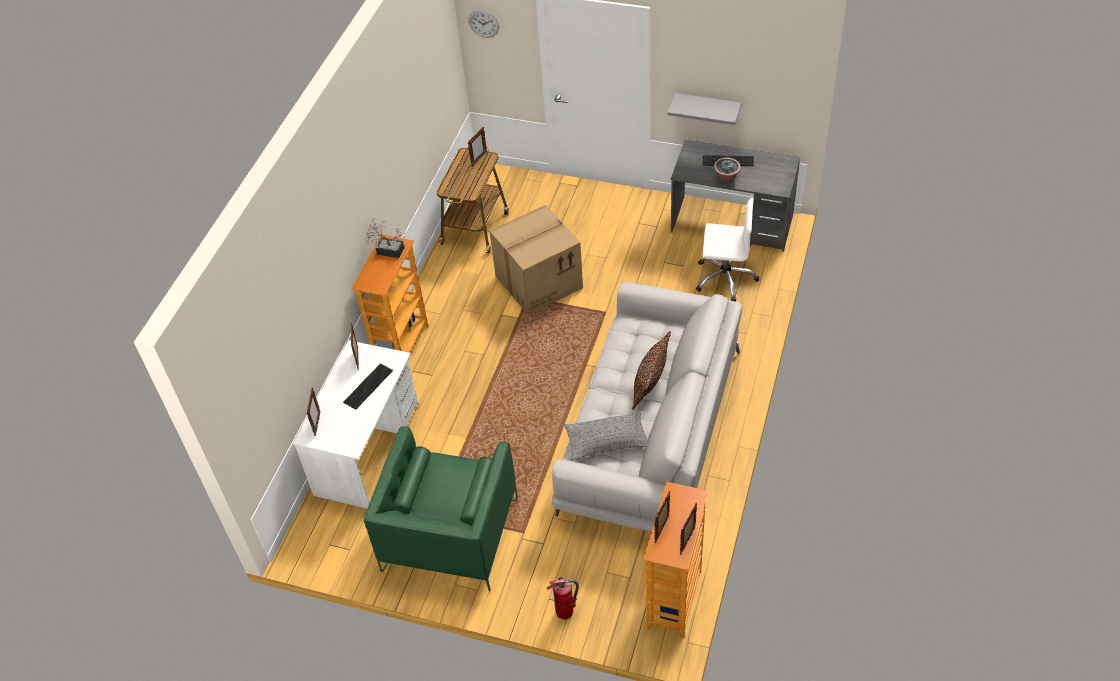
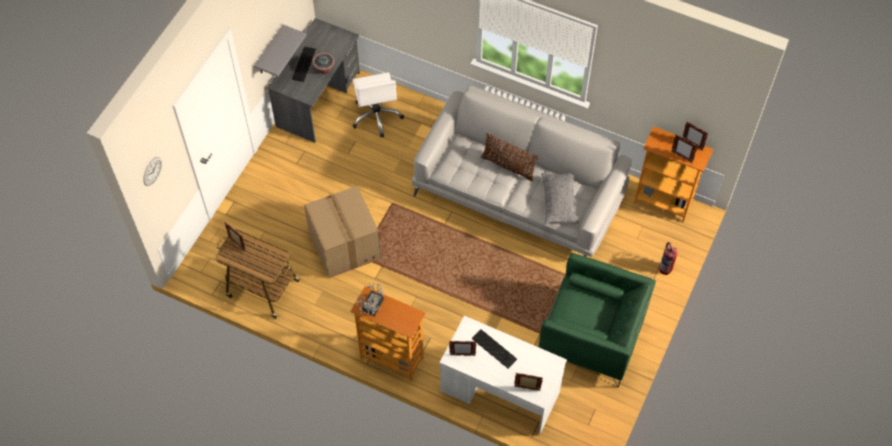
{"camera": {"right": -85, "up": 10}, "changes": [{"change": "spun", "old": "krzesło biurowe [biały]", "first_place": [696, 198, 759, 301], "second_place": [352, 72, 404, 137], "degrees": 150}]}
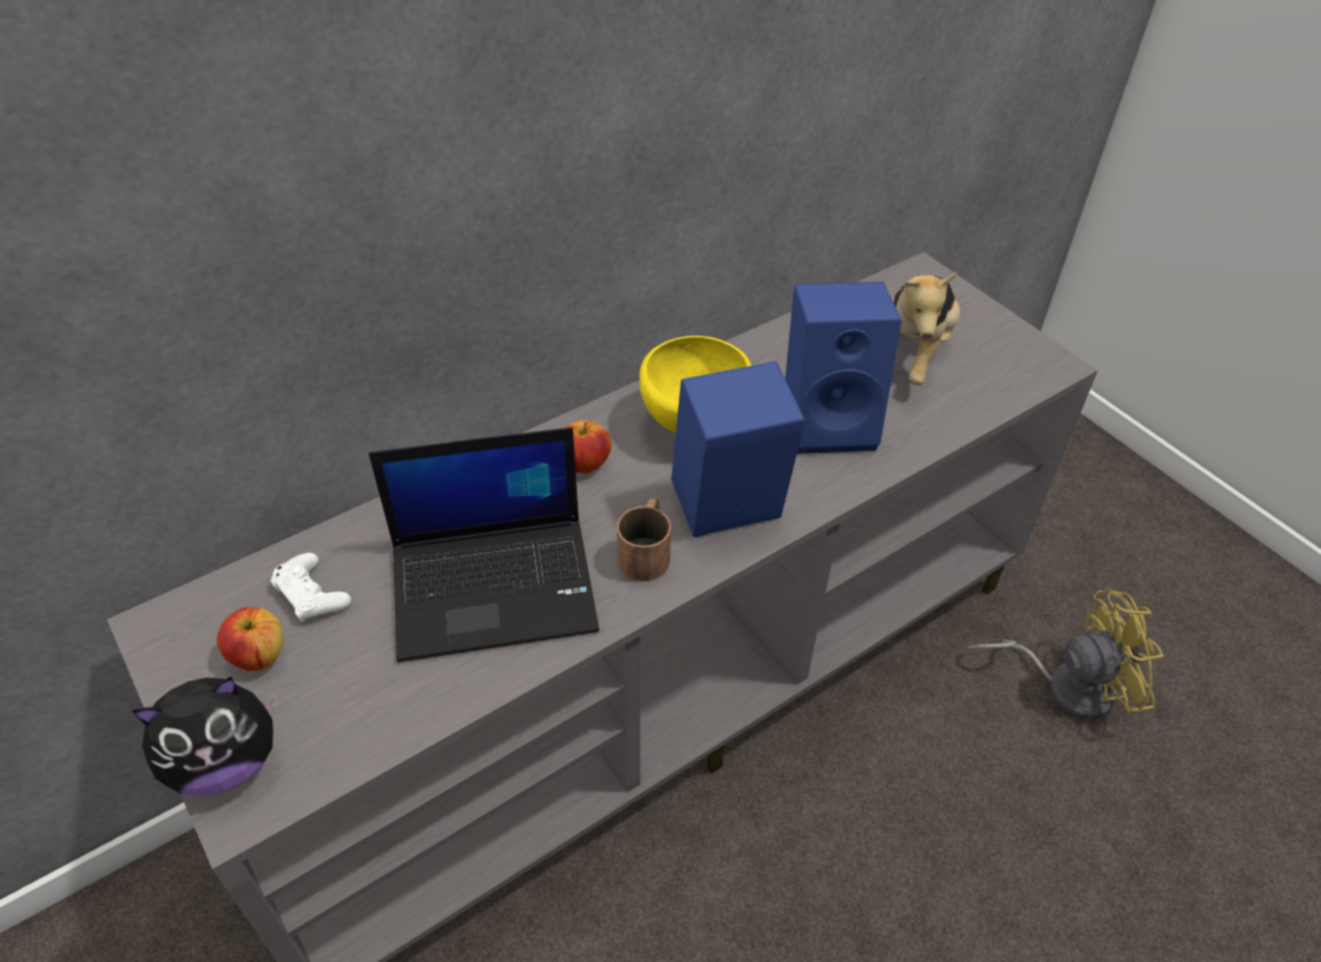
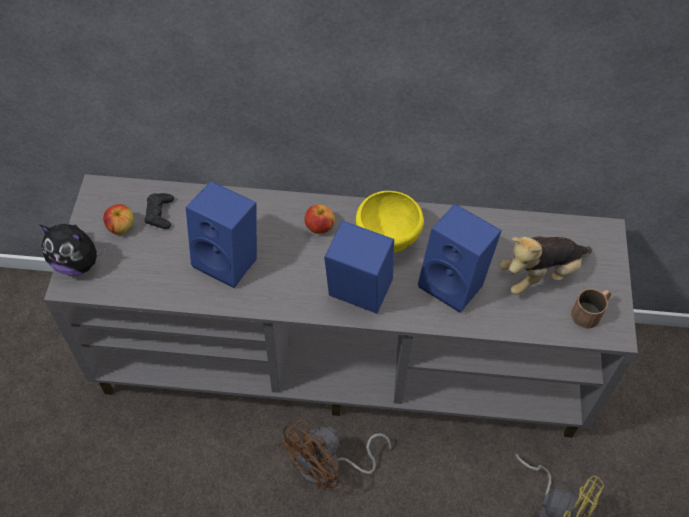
{"camera": {"right": 40, "up": 10}, "changes": [{"change": "colour", "old": "pad do gier [biały]", "new": "pad do gier [czarny]", "first_place": [270, 553, 351, 622], "second_place": [144, 193, 174, 229]}, {"change": "exchanged", "old": "laptop", "new": "głośnik [niebieski]", "first_place": [369, 427, 599, 662], "second_place": [186, 181, 257, 288]}, {"change": "relocated", "old": "kubek [brązowy]", "first_place": [617, 498, 671, 581], "second_place": [571, 289, 611, 328]}, {"change": "appeared", "new": "wentylator [brązowy]", "second_place": [278, 420, 391, 489]}]}
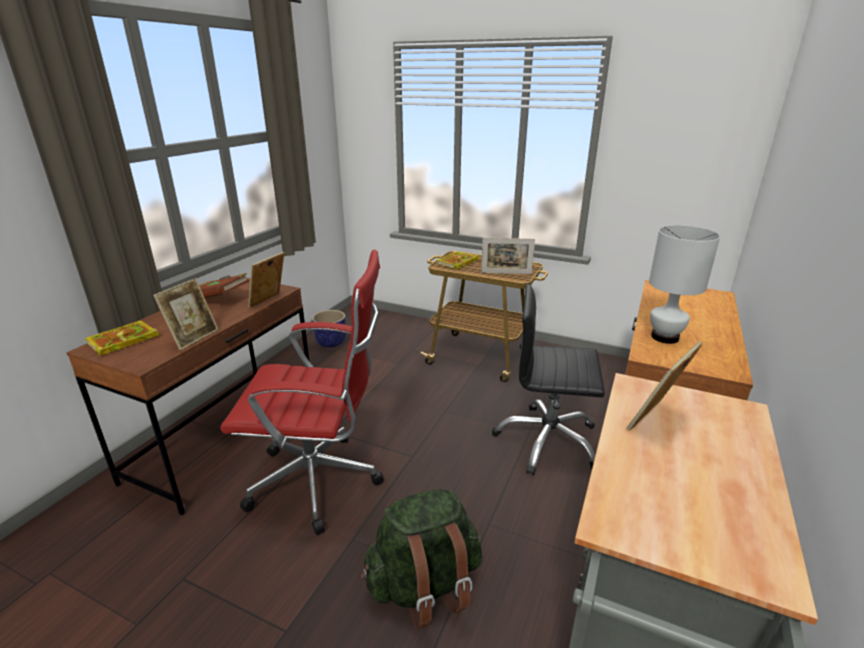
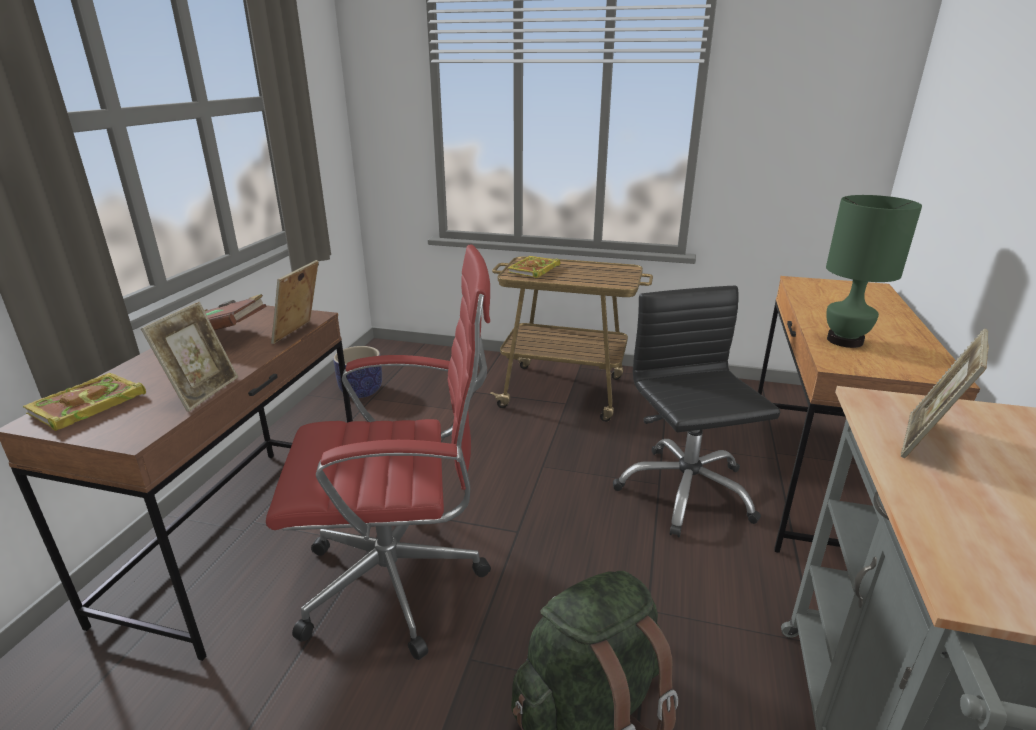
{"camera": {"right": -10, "up": 0}, "changes": [{"change": "missing", "old": "ramka na zdjęcie", "first_place": [481, 238, 535, 274]}, {"change": "spun", "old": "krzesło biurowe [czarny]", "first_place": [492, 284, 605, 475], "second_place": [613, 286, 780, 537], "degrees": 75}, {"change": "colour", "old": "lampa stołowa [biały]", "new": "lampa stołowa [zielony]", "first_place": [649, 226, 720, 344], "second_place": [826, 195, 922, 348]}]}
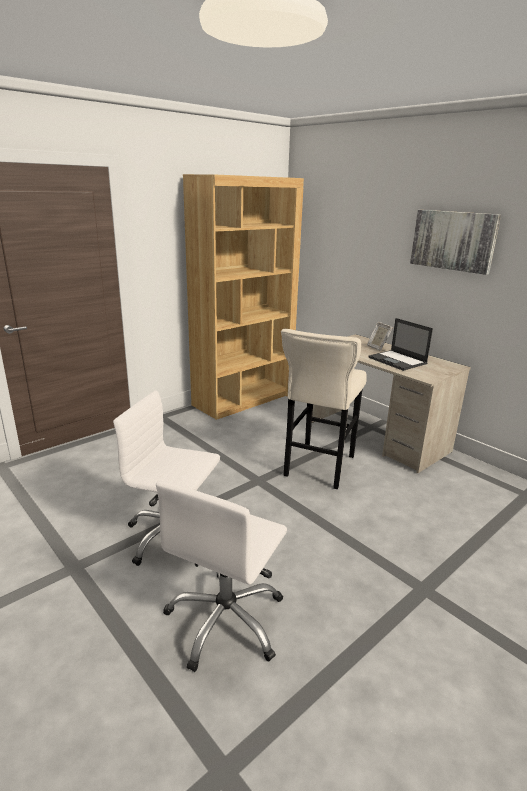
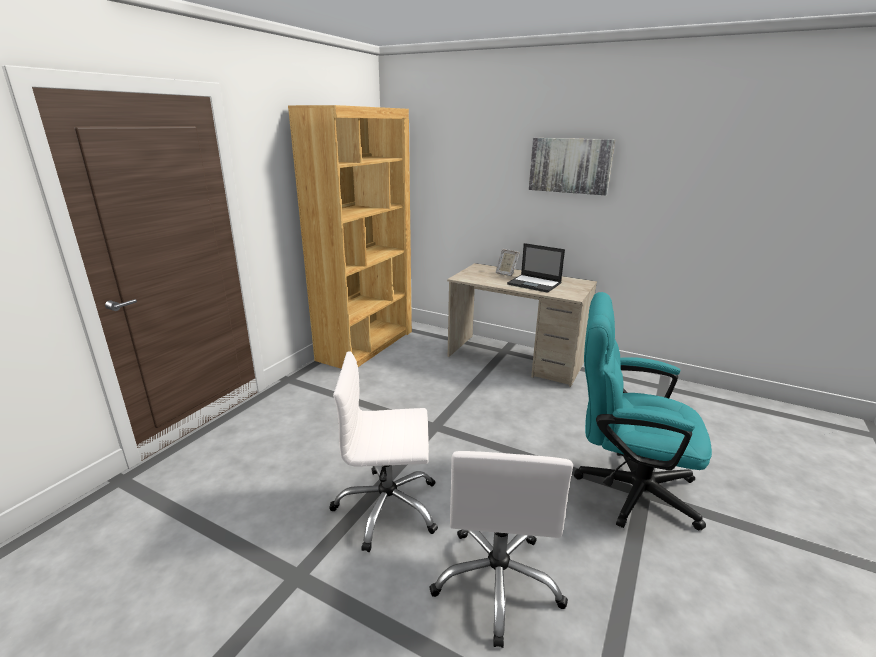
{"camera": {"right": -20, "up": 0}, "changes": [{"change": "missing", "old": "stołek [beżowy]", "first_place": [281, 329, 367, 489]}, {"change": "appeared", "new": "krzesło biurowe [turkusowy]", "second_place": [574, 292, 712, 531]}]}
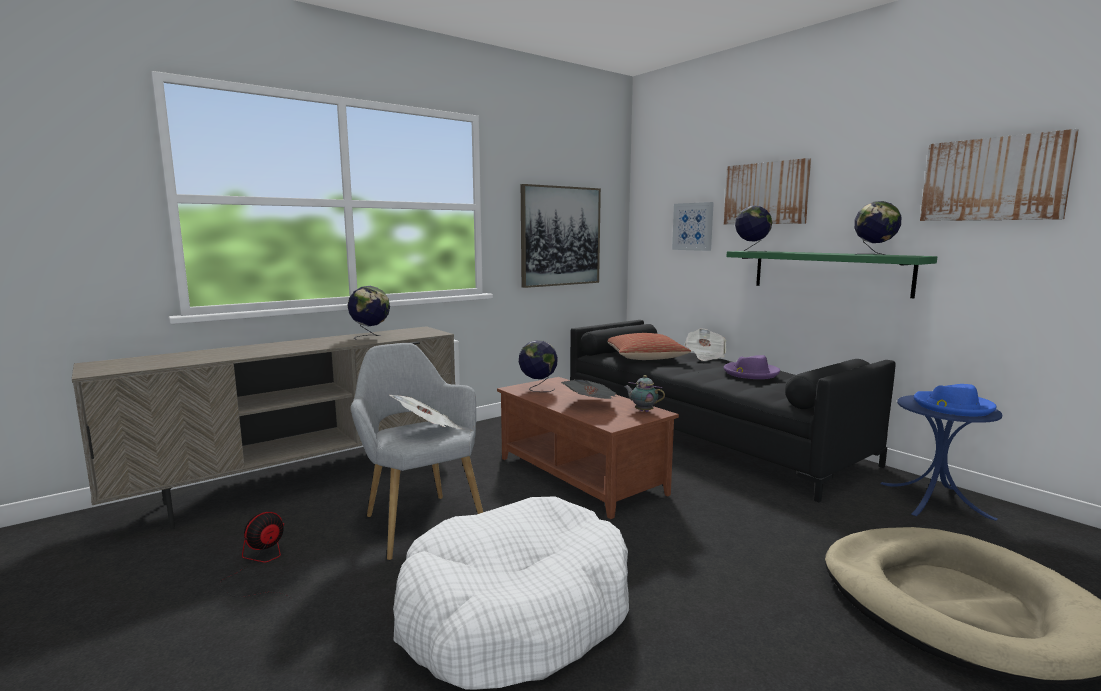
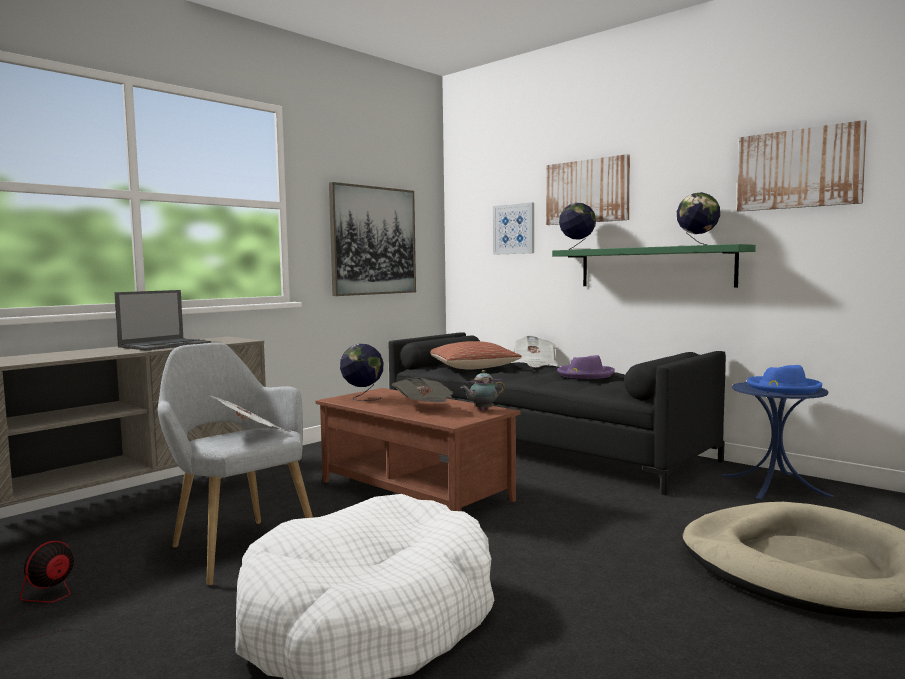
{"camera": {"right": -10, "up": -5}, "changes": [{"change": "exchanged", "old": "globus", "new": "laptop", "first_place": [347, 286, 390, 340], "second_place": [114, 290, 211, 350]}, {"change": "spun", "old": "imbryk", "first_place": [624, 375, 665, 412], "second_place": [460, 370, 505, 410], "degrees": -45}]}
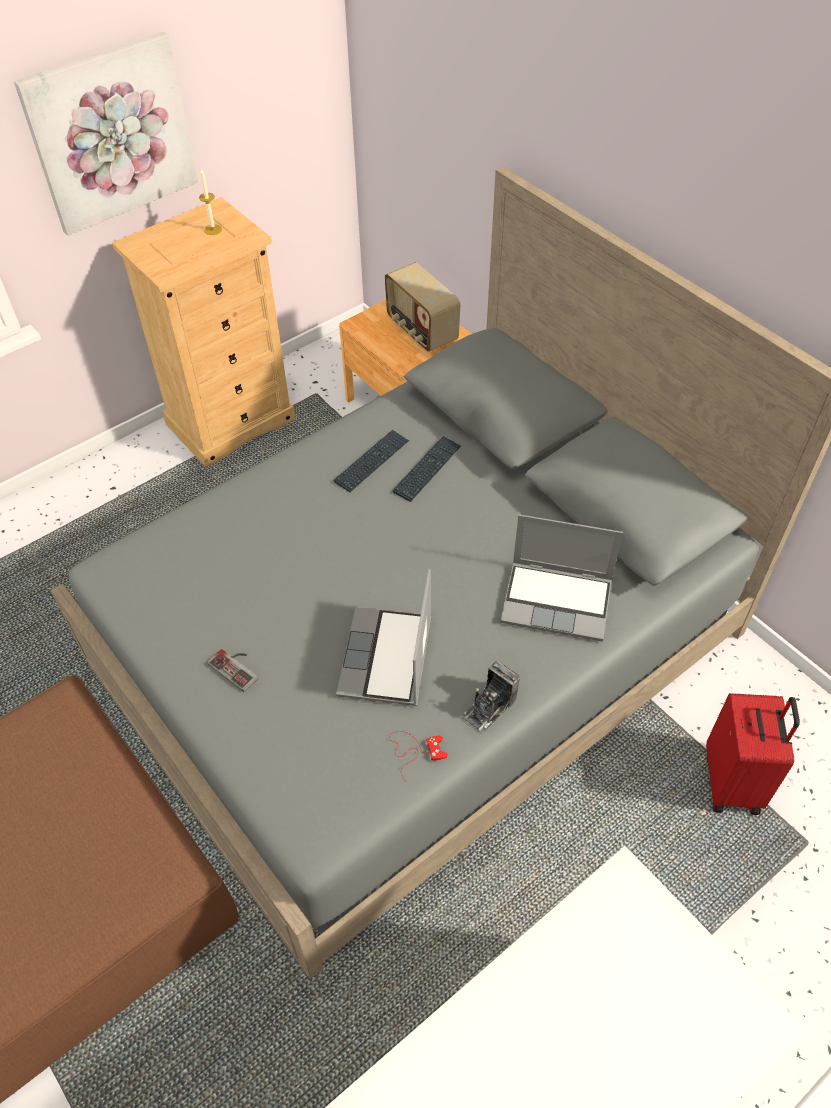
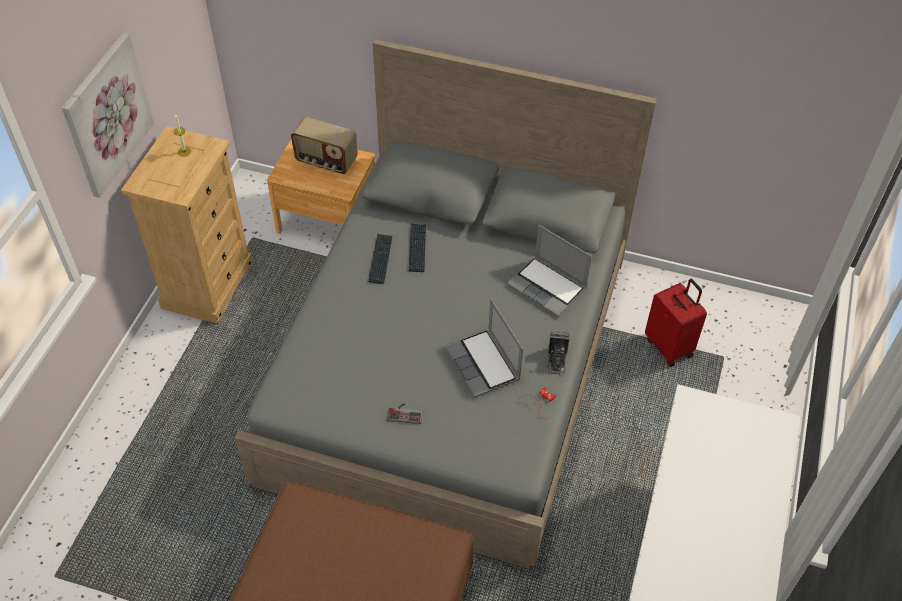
{"camera": {"right": -35, "up": 0}, "changes": [{"change": "spun", "old": "laptop", "first_place": [500, 514, 623, 641], "second_place": [507, 225, 592, 317], "degrees": 60}]}
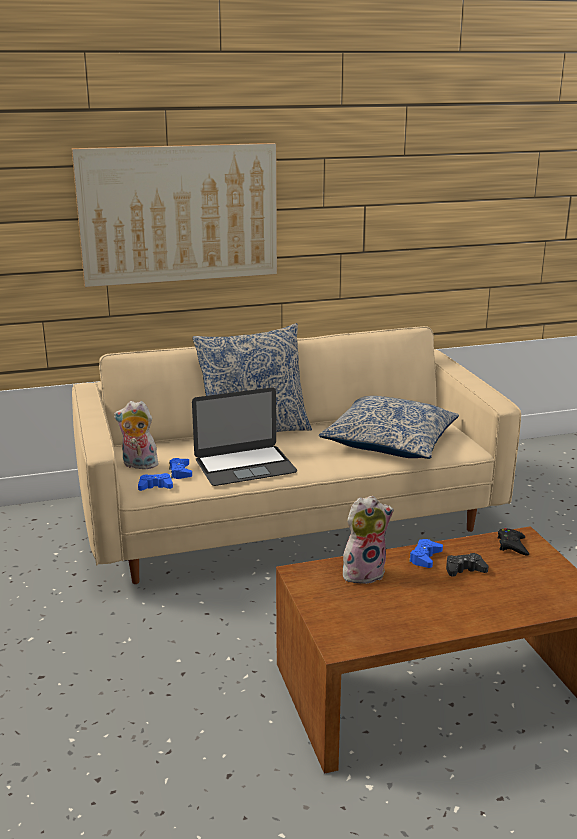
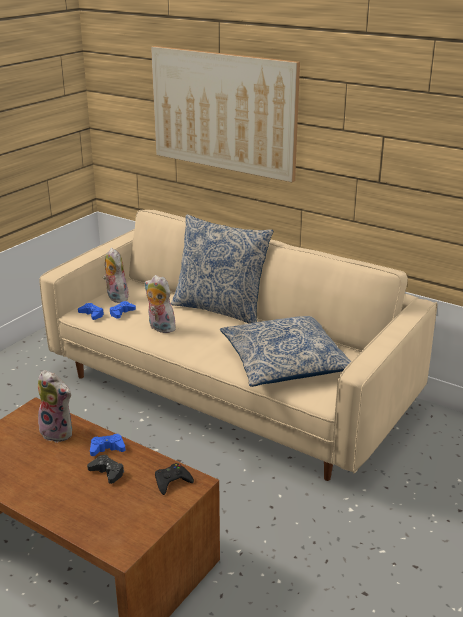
{"camera": {"right": 50, "up": 5}, "changes": [{"change": "exchanged", "old": "laptop", "new": "pluszak", "first_place": [192, 387, 297, 486], "second_place": [145, 275, 176, 333]}]}
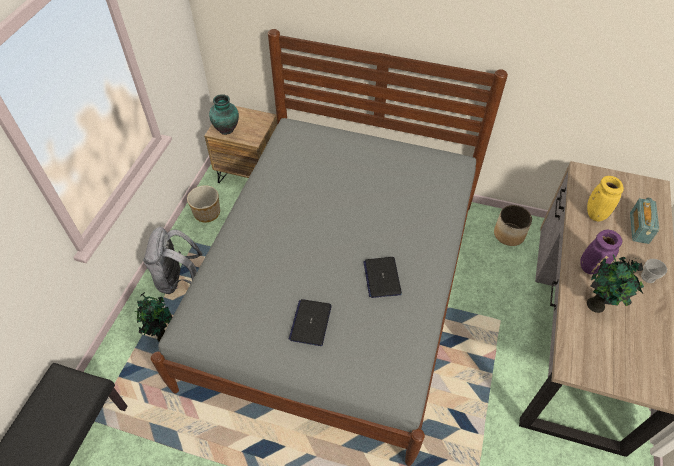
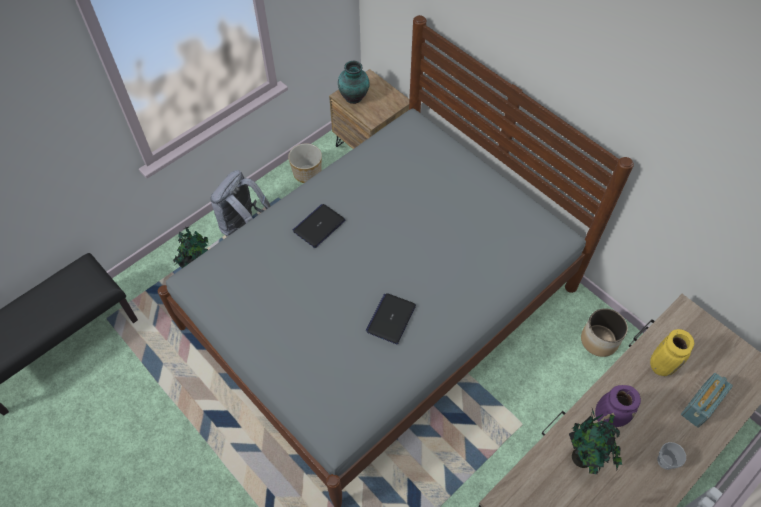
{"camera": {"right": 30, "up": 5}, "changes": [{"change": "relocated", "old": "laptop", "first_place": [289, 299, 332, 346], "second_place": [293, 204, 345, 248]}]}
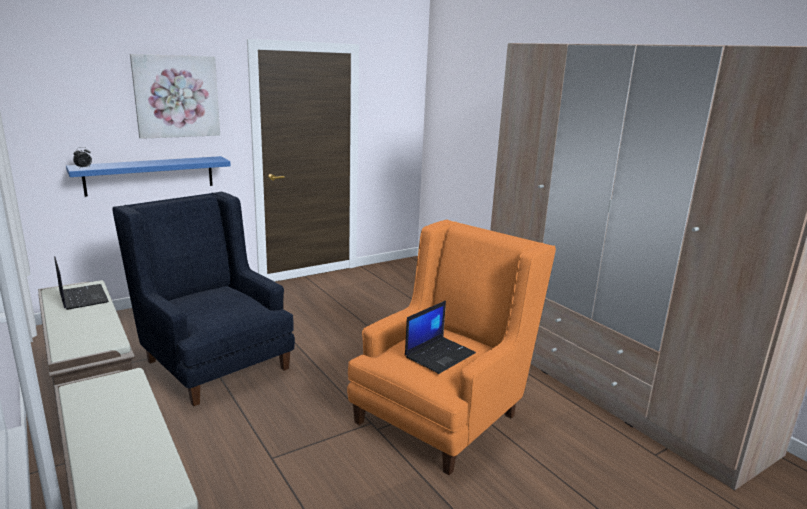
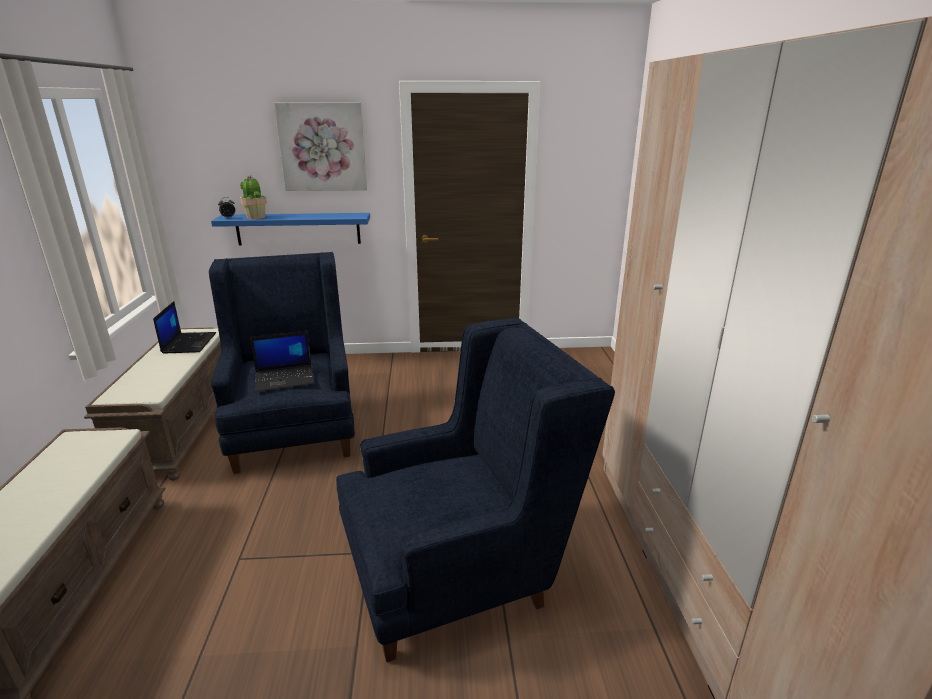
{"camera": {"right": 30, "up": 5}, "changes": [{"change": "colour", "old": "fotel [pomarańczowy]", "new": "fotel [niebieski]", "first_place": [347, 220, 556, 475], "second_place": [336, 318, 615, 662]}, {"change": "relocated", "old": "laptop", "first_place": [405, 301, 476, 374], "second_place": [250, 330, 315, 392]}, {"change": "appeared", "new": "roślina doniczkowa", "second_place": [240, 175, 267, 219]}]}
